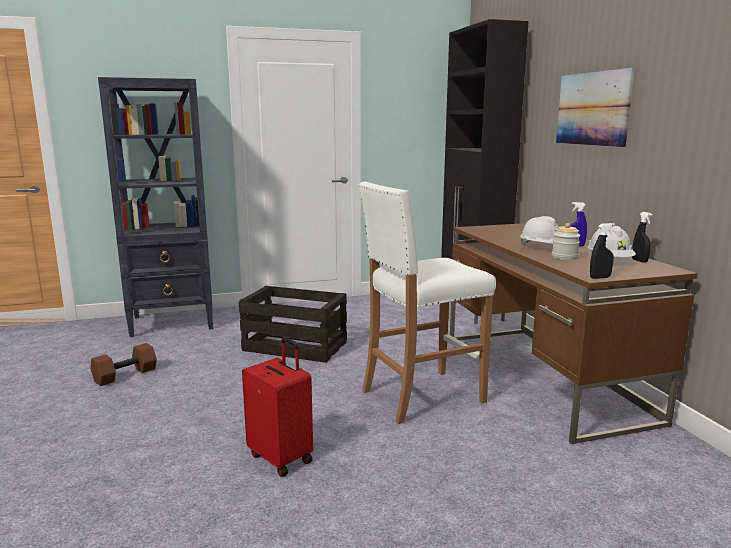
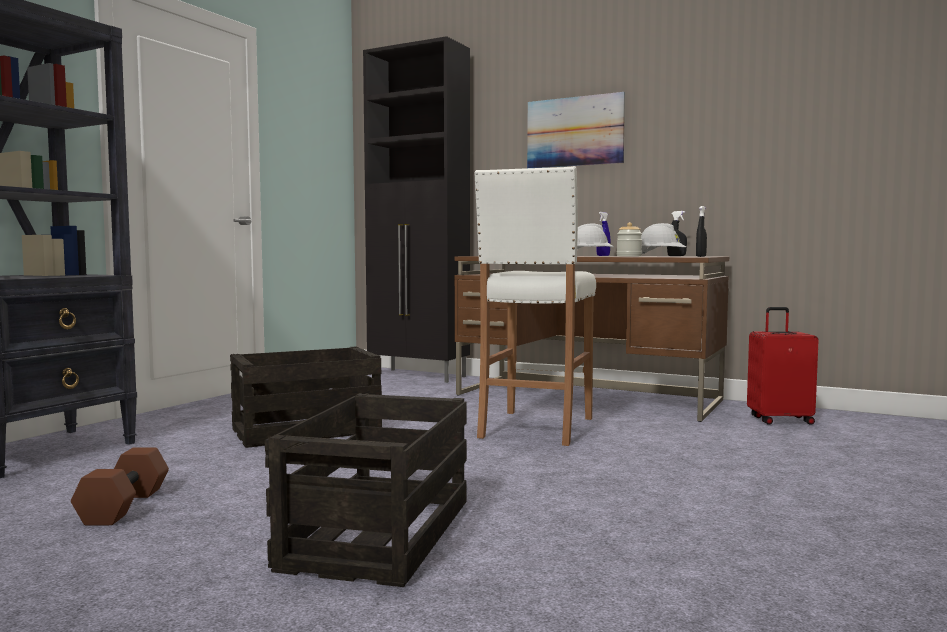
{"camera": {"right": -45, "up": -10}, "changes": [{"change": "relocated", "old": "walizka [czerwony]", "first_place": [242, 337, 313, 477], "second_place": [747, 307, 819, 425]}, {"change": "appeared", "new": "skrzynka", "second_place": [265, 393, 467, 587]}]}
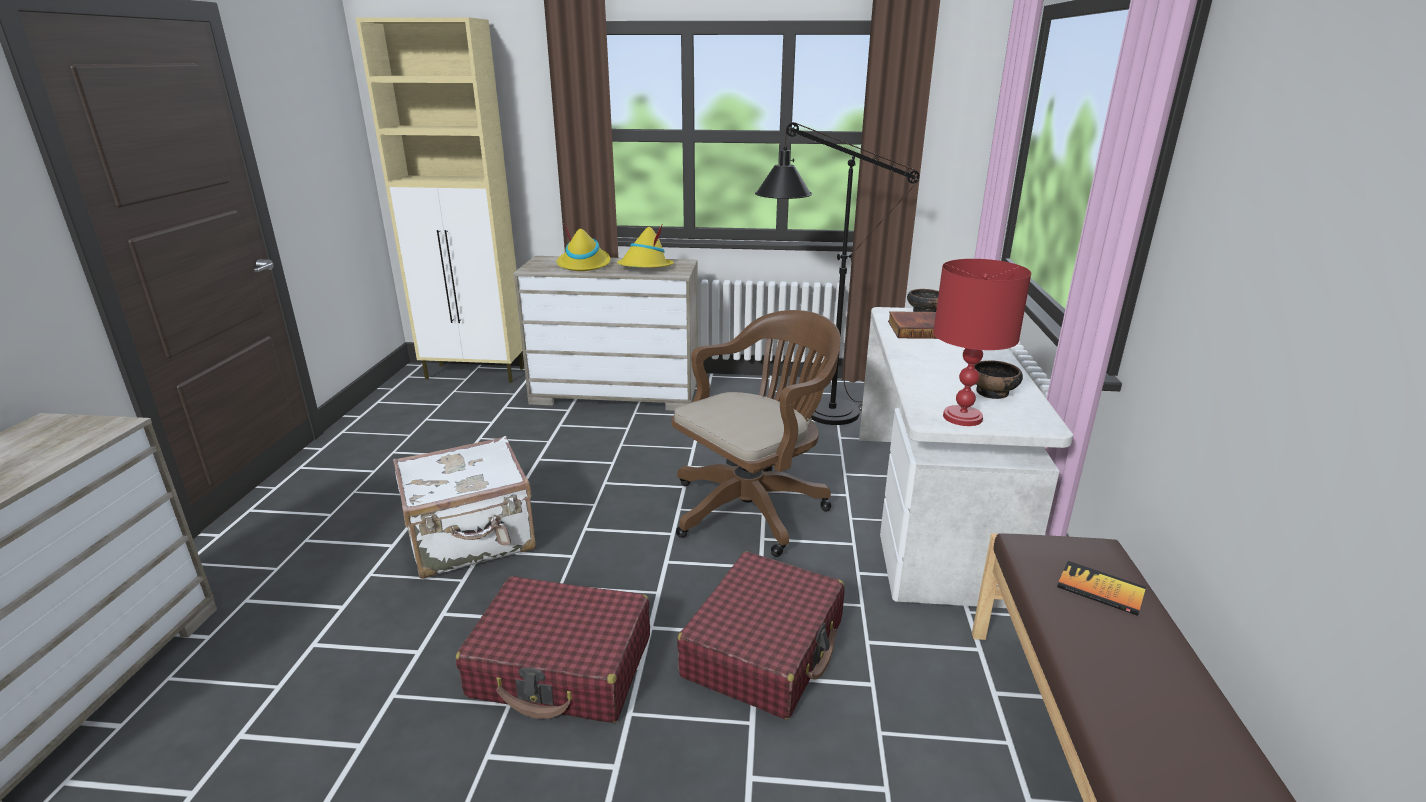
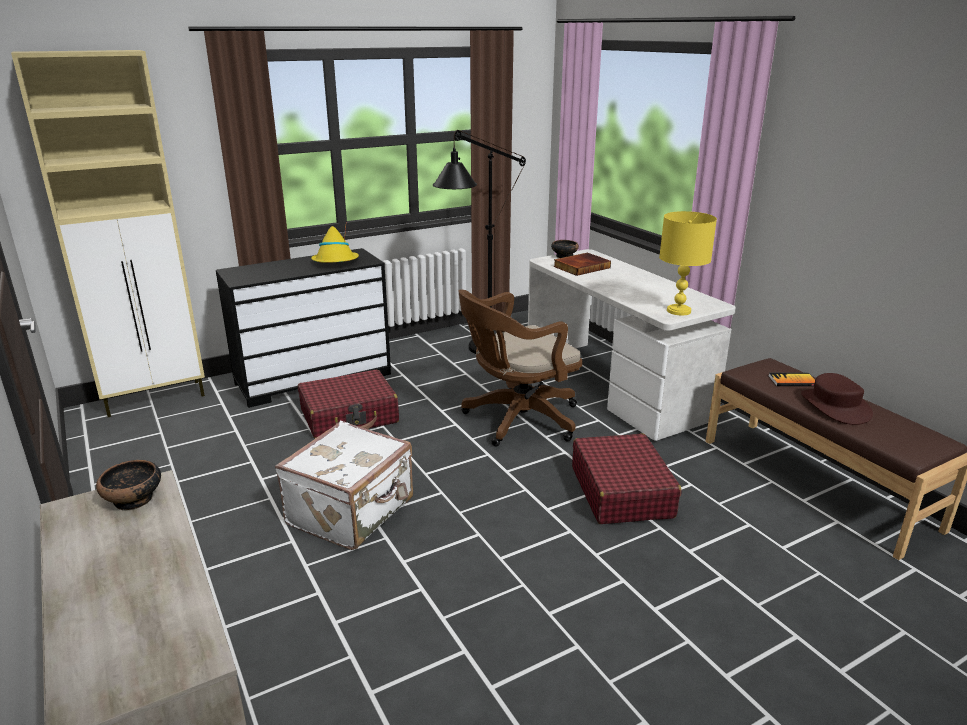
{"camera": {"right": -35, "up": 0}, "changes": [{"change": "relocated", "old": "walizka [czerwony]", "first_place": [456, 576, 650, 723], "second_place": [298, 370, 399, 438]}, {"change": "colour", "old": "komoda [beżowy]", "new": "komoda [czarny]", "first_place": [513, 256, 698, 411], "second_place": [216, 248, 391, 408]}, {"change": "missing", "old": "kapelusz [żółty]", "first_place": [556, 224, 610, 271]}, {"change": "spun", "old": "krzesło biurowe [brązowy]", "first_place": [672, 310, 841, 557], "second_place": [458, 289, 582, 446], "degrees": -135}, {"change": "colour", "old": "lampa stołowa [czerwony]", "new": "lampa stołowa [żółty]", "first_place": [933, 259, 1031, 426], "second_place": [659, 211, 717, 316]}, {"change": "relocated", "old": "miska", "first_place": [974, 360, 1023, 399], "second_place": [96, 460, 161, 511]}, {"change": "appeared", "new": "kapelusz [brązowy]", "second_place": [801, 373, 873, 425]}]}
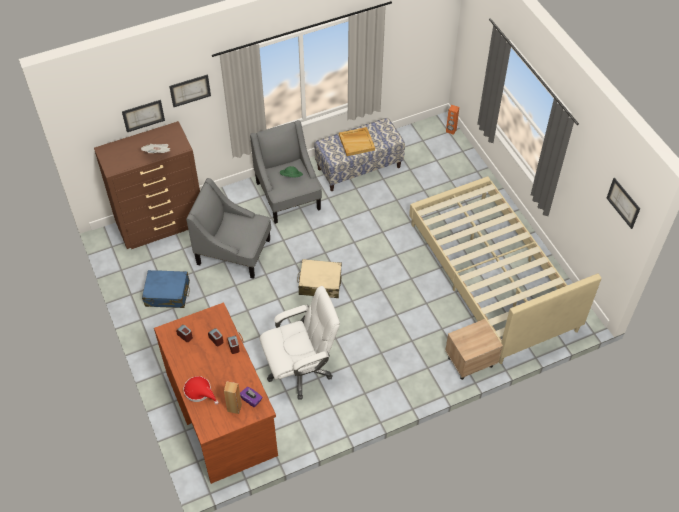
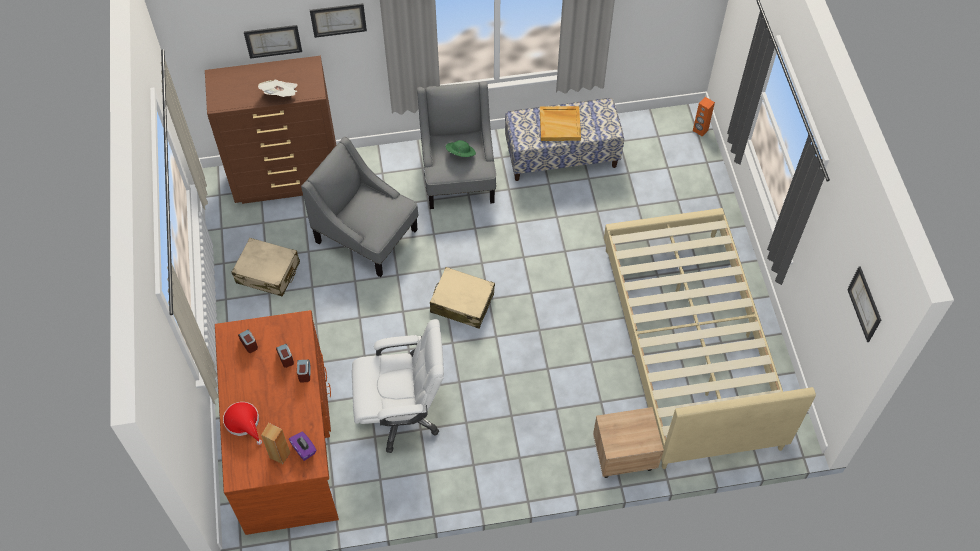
{"camera": {"right": 15, "up": 5}, "changes": [{"change": "colour", "old": "walizka [niebieski]", "new": "walizka [beżowy]", "first_place": [142, 270, 190, 308], "second_place": [232, 238, 300, 297]}]}
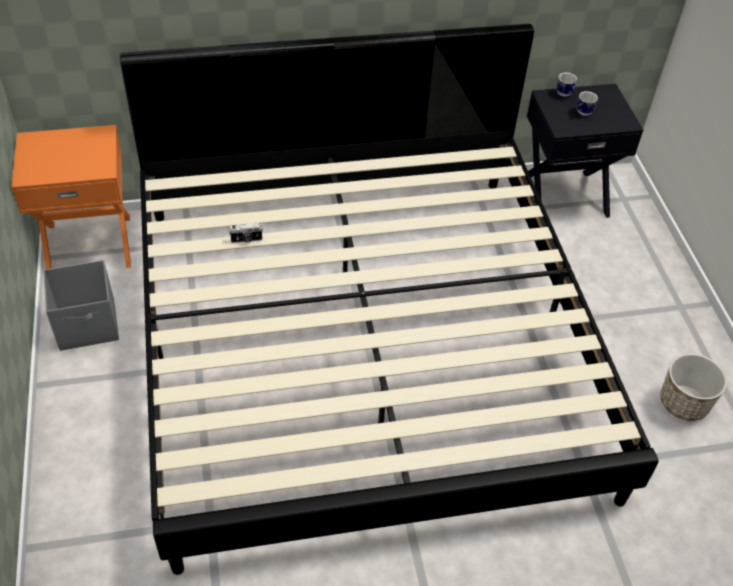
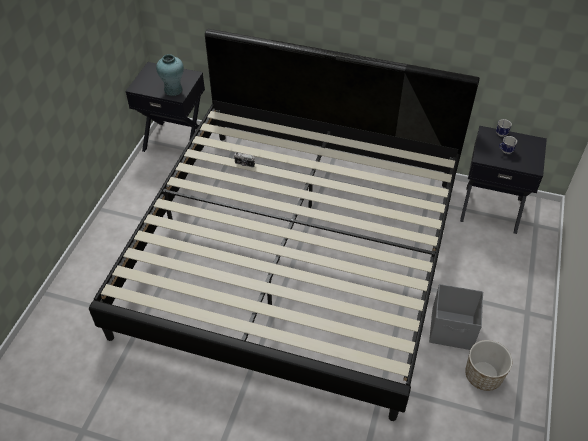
{"camera": {"right": 30, "up": 0}, "changes": [{"change": "colour", "old": "szafka nocna [pomarańczowy]", "new": "szafka nocna [czarny]", "first_place": [11, 125, 131, 269], "second_place": [126, 62, 205, 152]}, {"change": "relocated", "old": "pojemnik do przechowywania [szary]", "first_place": [43, 260, 119, 351], "second_place": [429, 284, 483, 350]}, {"change": "appeared", "new": "wazon [turkusowy]", "second_place": [156, 54, 184, 96]}]}
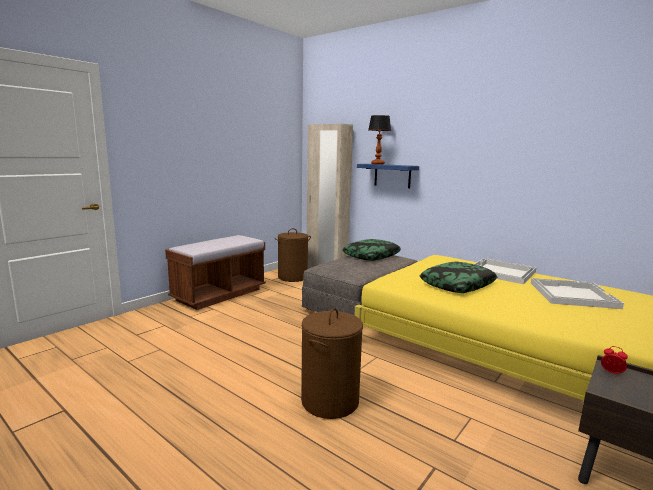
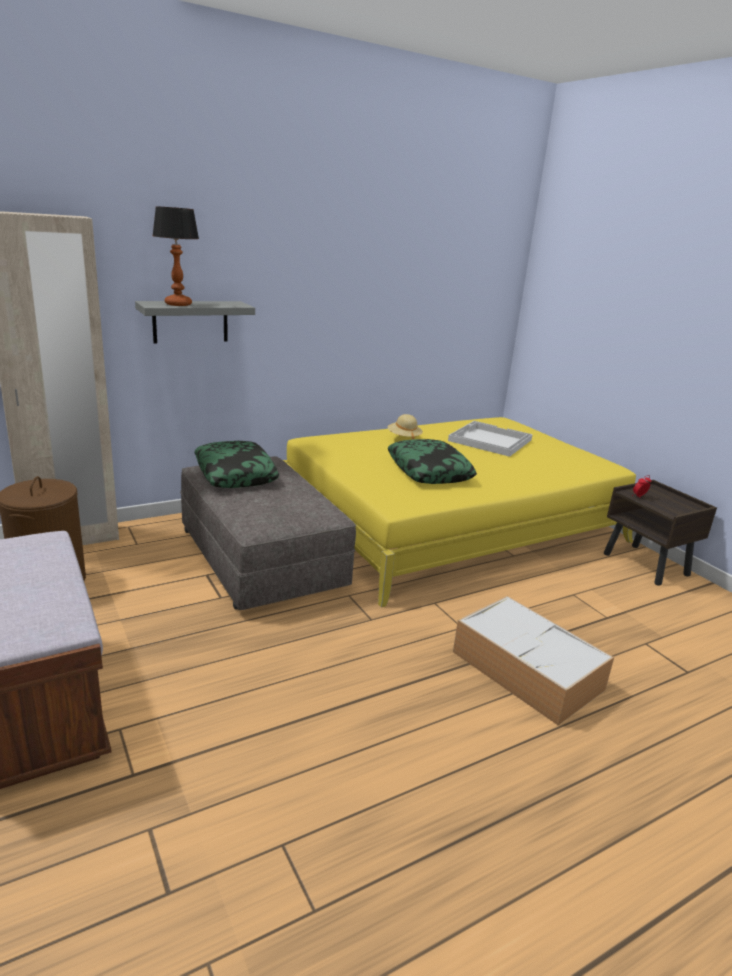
{"camera": {"right": -70, "up": 10}, "changes": [{"change": "exchanged", "old": "kosz na pranie [brązowy]", "new": "pojemnik do przechowywania", "first_place": [301, 308, 363, 419], "second_place": [453, 596, 614, 725]}, {"change": "colour", "old": "półka [niebieski]", "new": "półka [szary]", "first_place": [357, 164, 419, 188], "second_place": [135, 301, 255, 343]}, {"change": "exchanged", "old": "taca [biały]", "new": "kapelusz [beżowy]", "first_place": [474, 258, 537, 284], "second_place": [388, 414, 423, 440]}]}
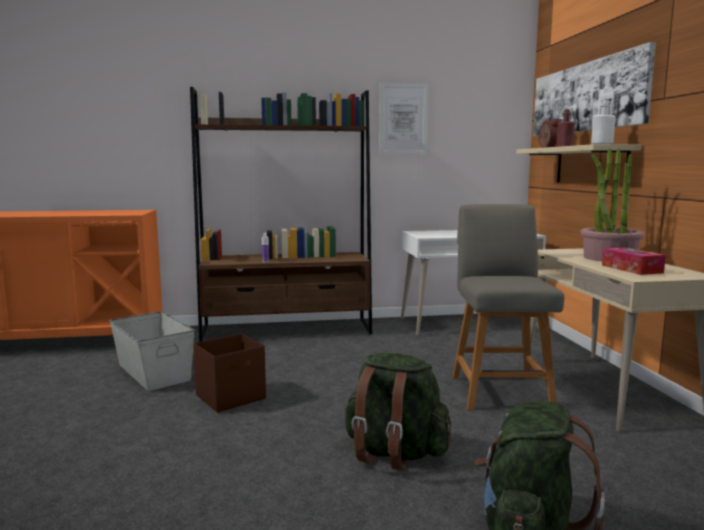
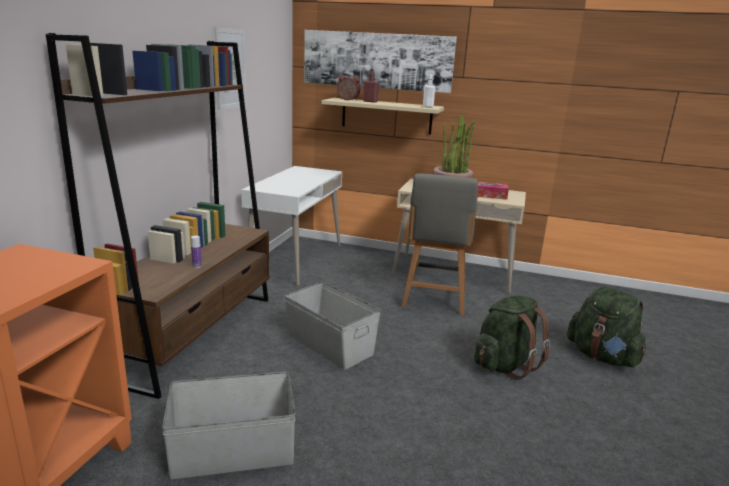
{"camera": {"right": -65, "up": 10}, "changes": [{"change": "missing", "old": "pojemnik do przechowywania [brązowy]", "first_place": [193, 334, 266, 412]}, {"change": "spun", "old": "krzesło [szary]", "first_place": [452, 204, 565, 410], "second_place": [401, 173, 478, 315], "degrees": -105}, {"change": "appeared", "new": "pojemnik do przechowywania [szary]", "second_place": [284, 282, 381, 370]}]}
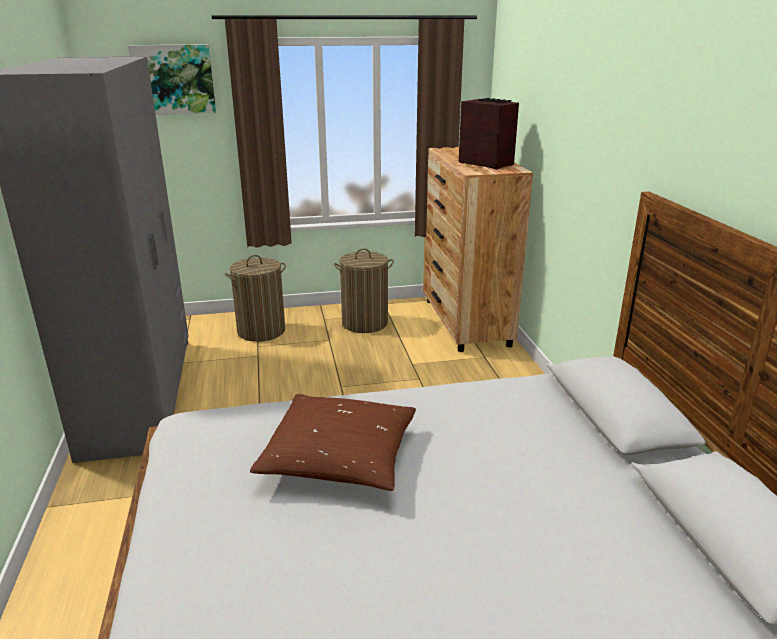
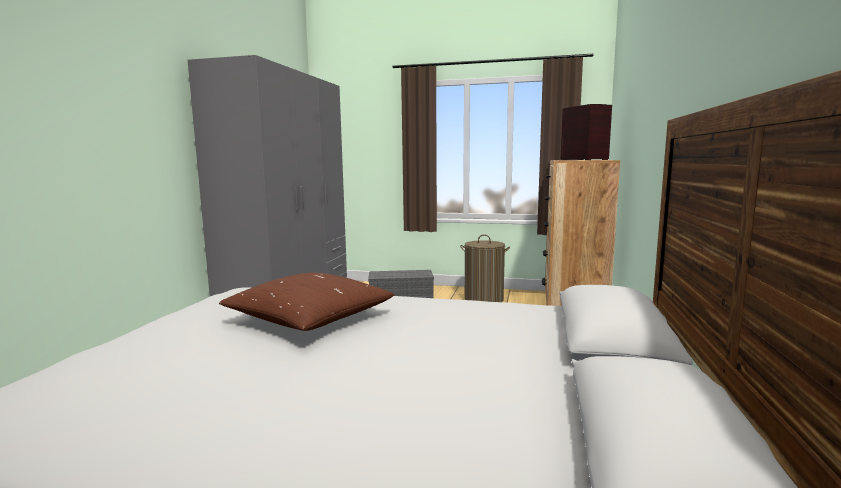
{"camera": {"right": 25, "up": -15}, "changes": [{"change": "missing", "old": "obraz", "first_place": [128, 45, 216, 115]}, {"change": "exchanged", "old": "kosz na pranie", "new": "pojemnik do przechowywania [szary]", "first_place": [225, 255, 286, 342], "second_place": [368, 270, 434, 298]}]}
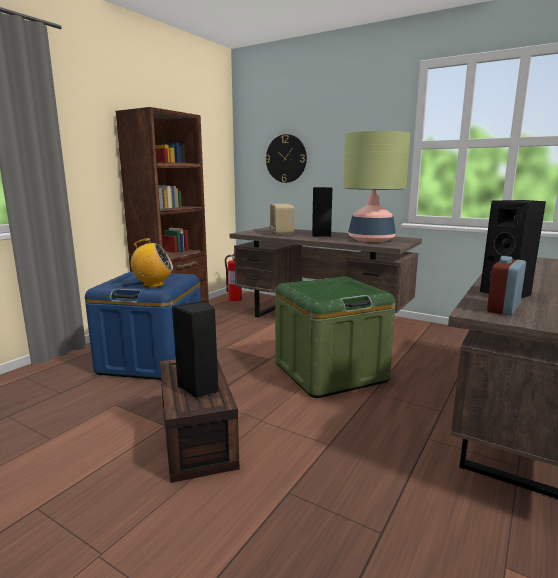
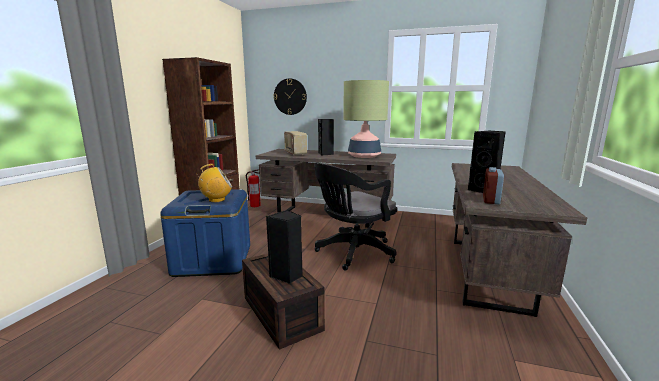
{"camera": {"right": -15, "up": 0}, "changes": [{"change": "exchanged", "old": "pojemnik do przechowywania [zielony]", "new": "krzesło biurowe [czarny]", "first_place": [275, 276, 396, 398], "second_place": [314, 163, 397, 270]}]}
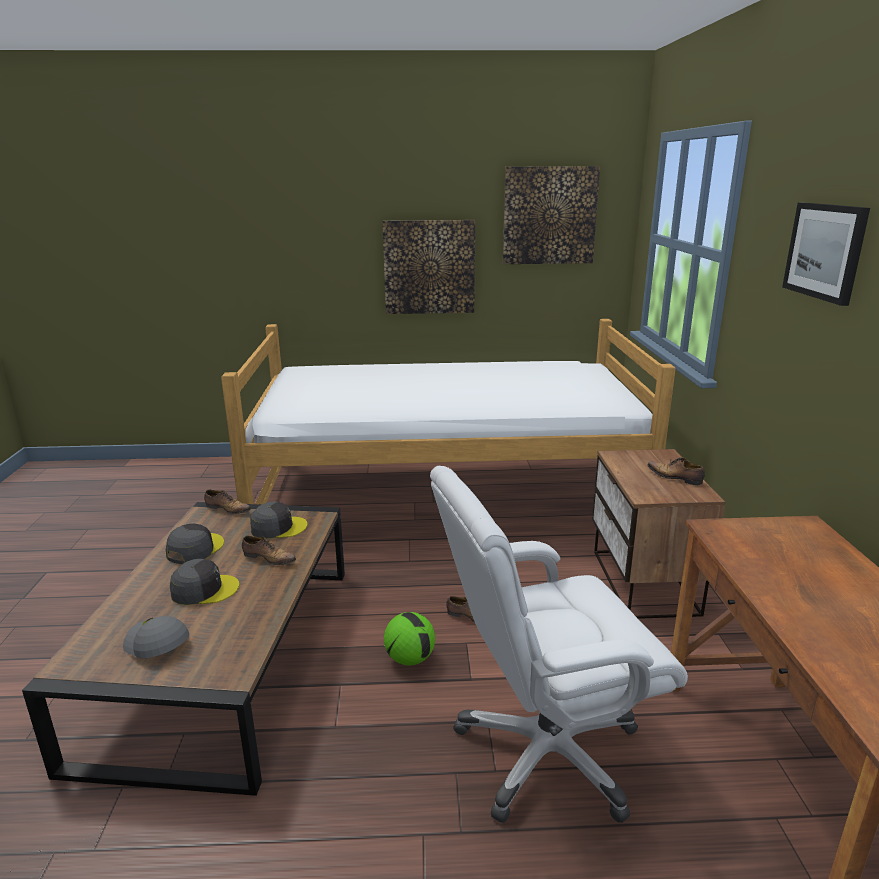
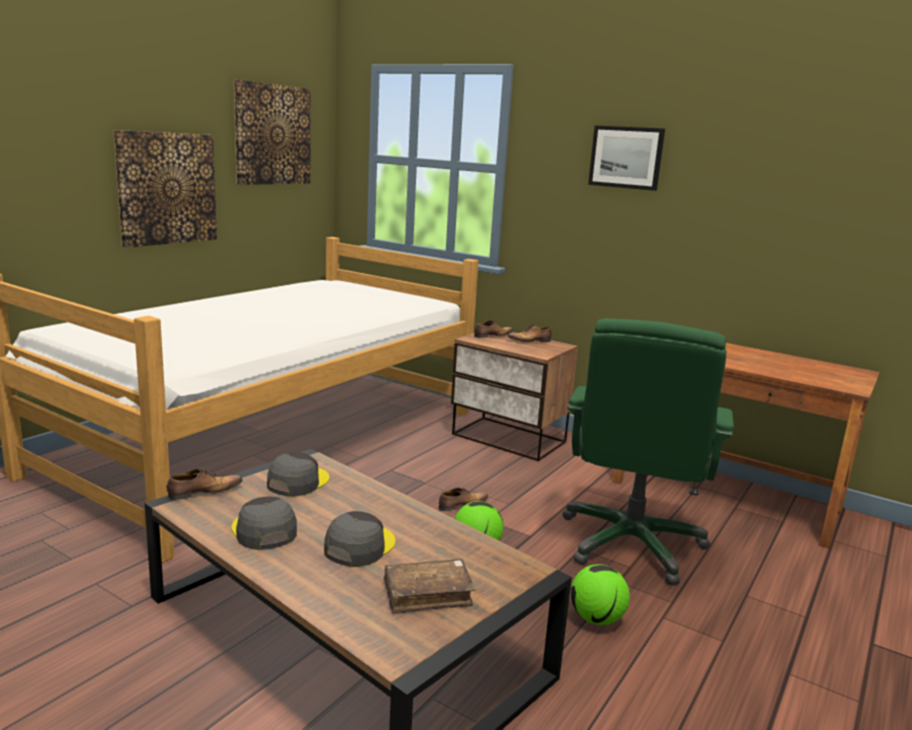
{"camera": {"right": -55, "up": -5}, "changes": [{"change": "exchanged", "old": "czapka z daszkiem [szary]", "new": "książka [brązowy]", "first_place": [123, 616, 190, 658], "second_place": [384, 559, 475, 614]}, {"change": "relocated", "old": "but", "first_place": [242, 536, 296, 565], "second_place": [474, 320, 514, 338]}, {"change": "colour", "old": "krzesło biurowe [biały]", "new": "krzesło biurowe [zielony]", "first_place": [430, 466, 688, 823], "second_place": [562, 318, 734, 585]}, {"change": "appeared", "new": "piłka futbolowa", "second_place": [571, 564, 630, 625]}]}
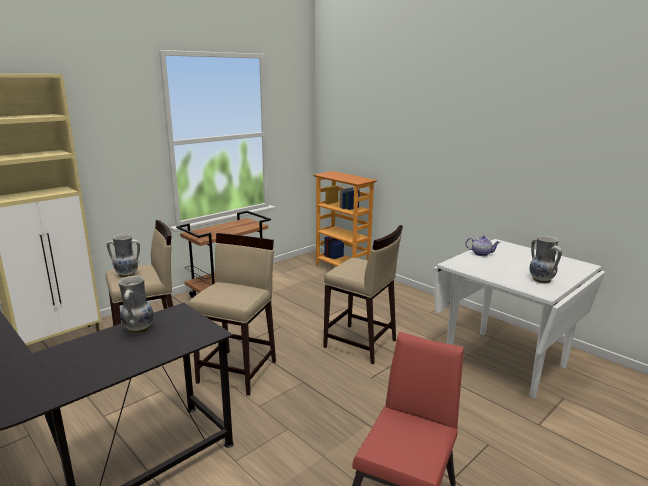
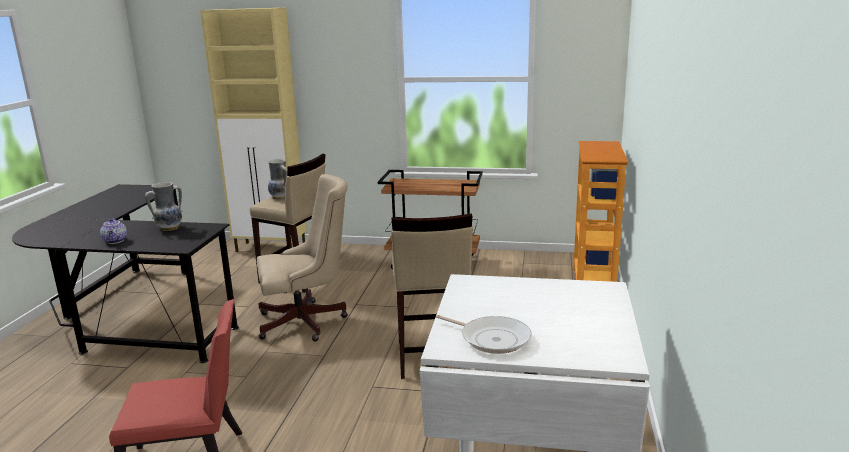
{"camera": {"right": 55, "up": 0}, "changes": [{"change": "exchanged", "old": "stołek [beżowy]", "new": "krzesło biurowe [beżowy]", "first_place": [189, 233, 276, 396], "second_place": [257, 174, 348, 341]}, {"change": "relocated", "old": "imbryk", "first_place": [465, 236, 501, 256], "second_place": [100, 218, 127, 244]}, {"change": "exchanged", "old": "wazon", "new": "patelnia", "first_place": [529, 235, 562, 283], "second_place": [436, 315, 532, 354]}]}
